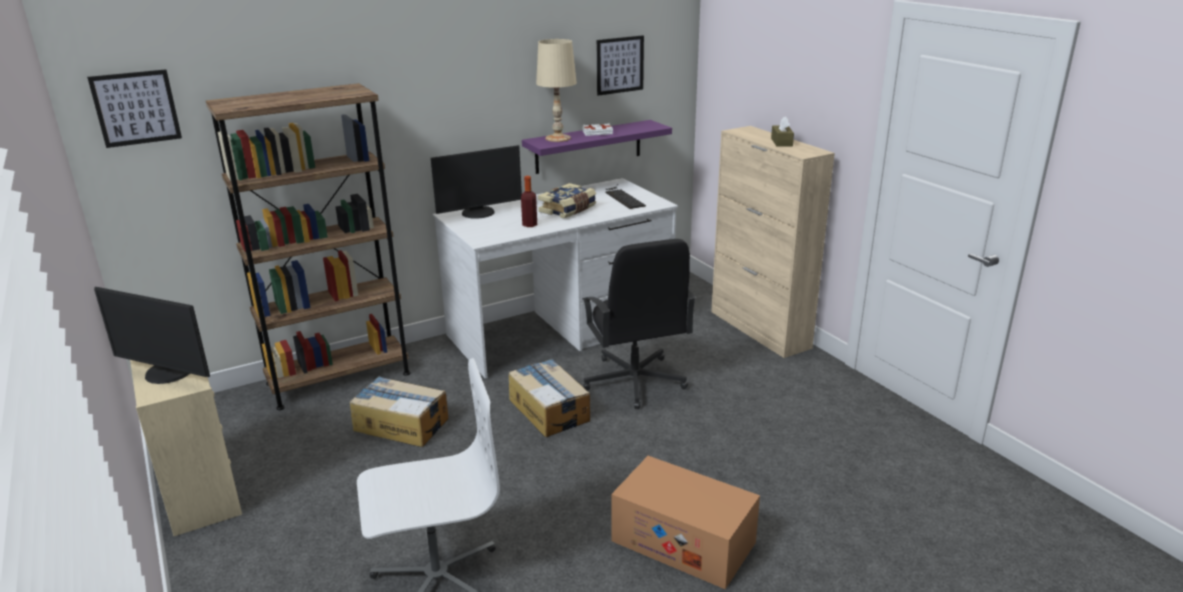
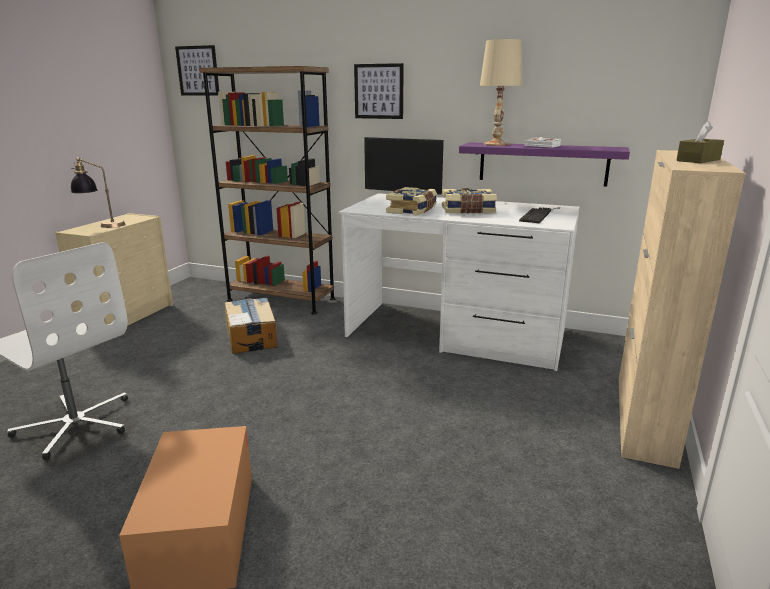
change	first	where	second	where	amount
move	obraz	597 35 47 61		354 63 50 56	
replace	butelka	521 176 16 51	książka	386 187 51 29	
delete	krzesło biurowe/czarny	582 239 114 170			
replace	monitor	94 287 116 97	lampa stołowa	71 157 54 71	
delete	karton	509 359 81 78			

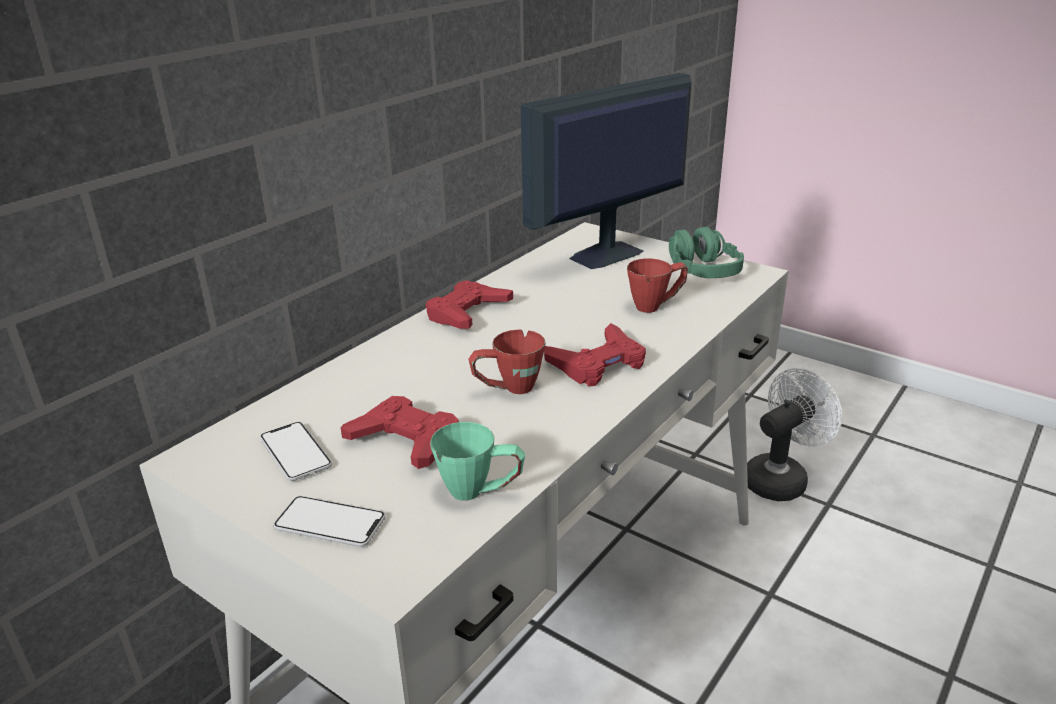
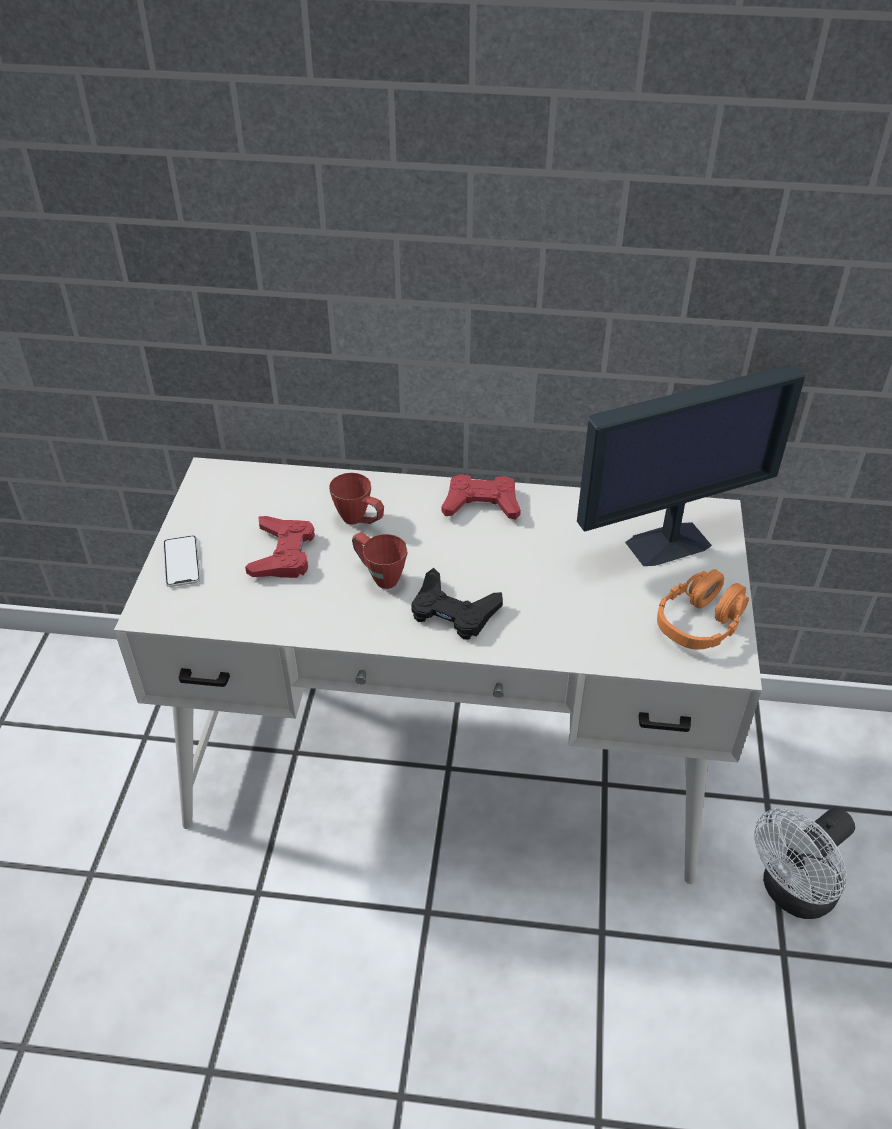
change	first	where	second	where	amount
rotate	monitor	521 73 171 196		577 366 229 200	135 degrees clockwise
recolor	słuchawki/zielony	669 227 75 51	słuchawki/pomarańczowy	657 569 92 81	
move	kubek/czerwony	627 258 61 55		329 473 55 51	
recolor	pad do gier/czerwony	544 323 102 63	pad do gier/czarny	411 568 92 72	
rotate	wentylator/biały	747 368 95 133		754 807 101 112	120 degrees clockwise
delete	telefon	260 422 72 59			
delete	kubek/zielony	430 422 95 79			

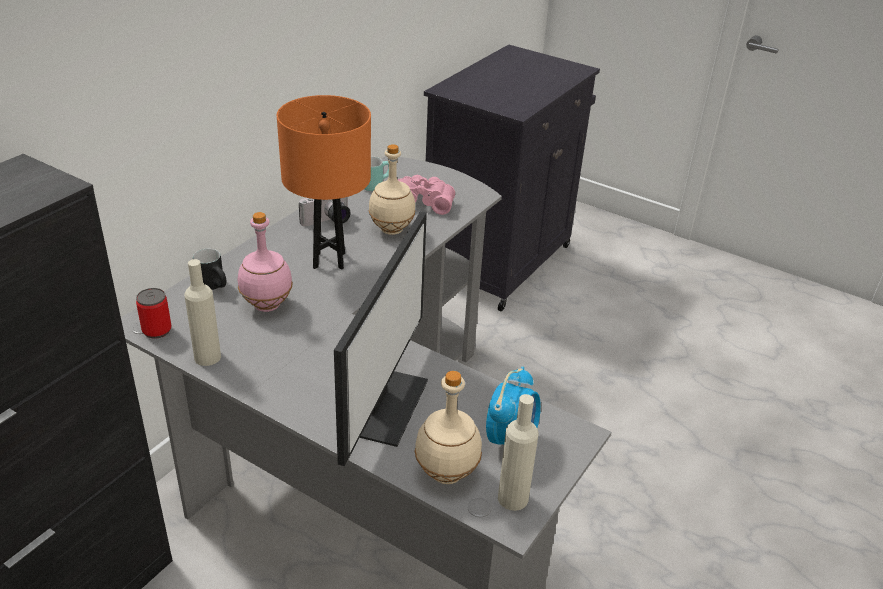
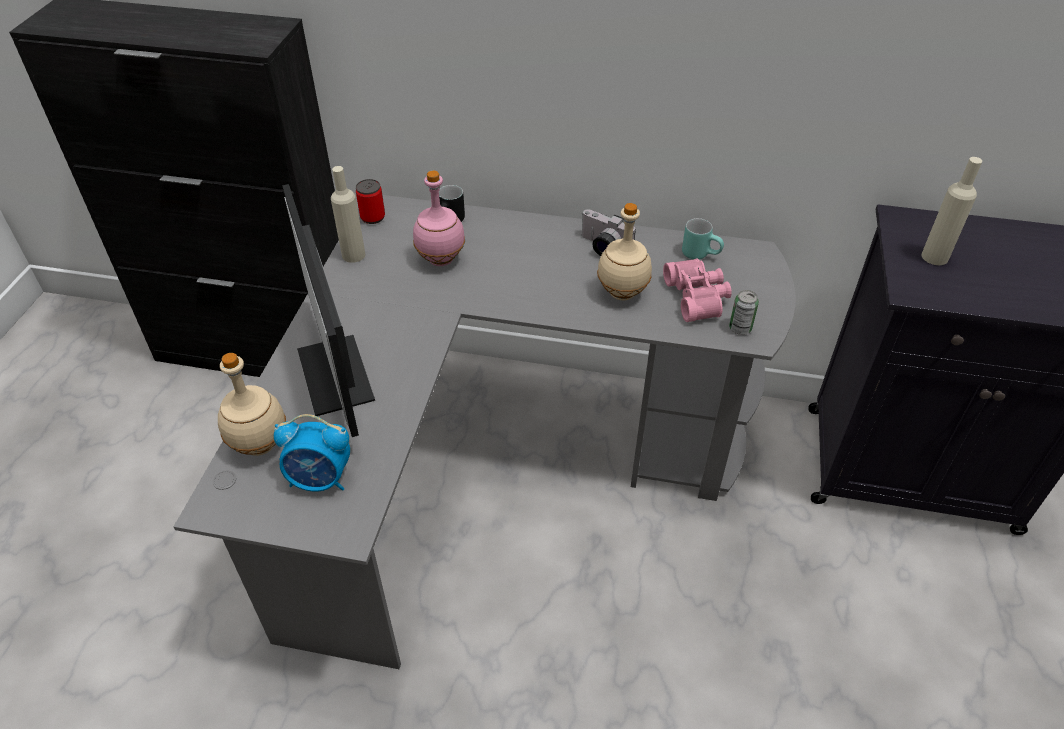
change	first	where	second	where	amount
delete	lampa stołowa/pomarańczowy	277 95 94 175			
rotate	monitor	334 211 94 255		282 184 93 253	75 degrees clockwise
move	butelka/beżowy	498 394 41 117		922 157 60 108	
insert			puszka	729 290 30 45	

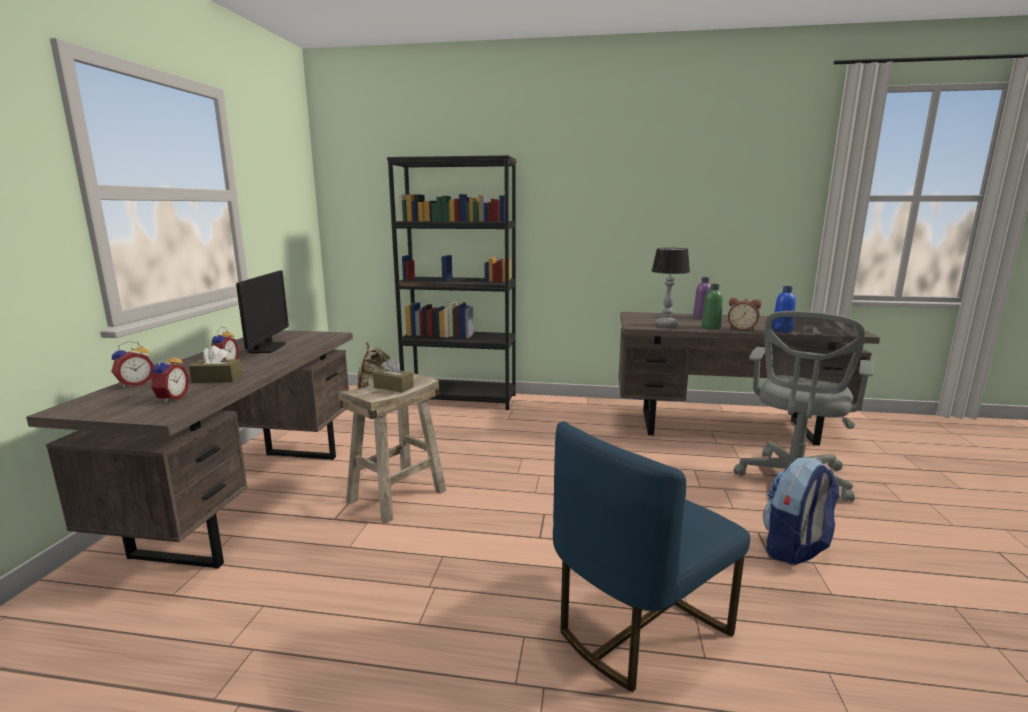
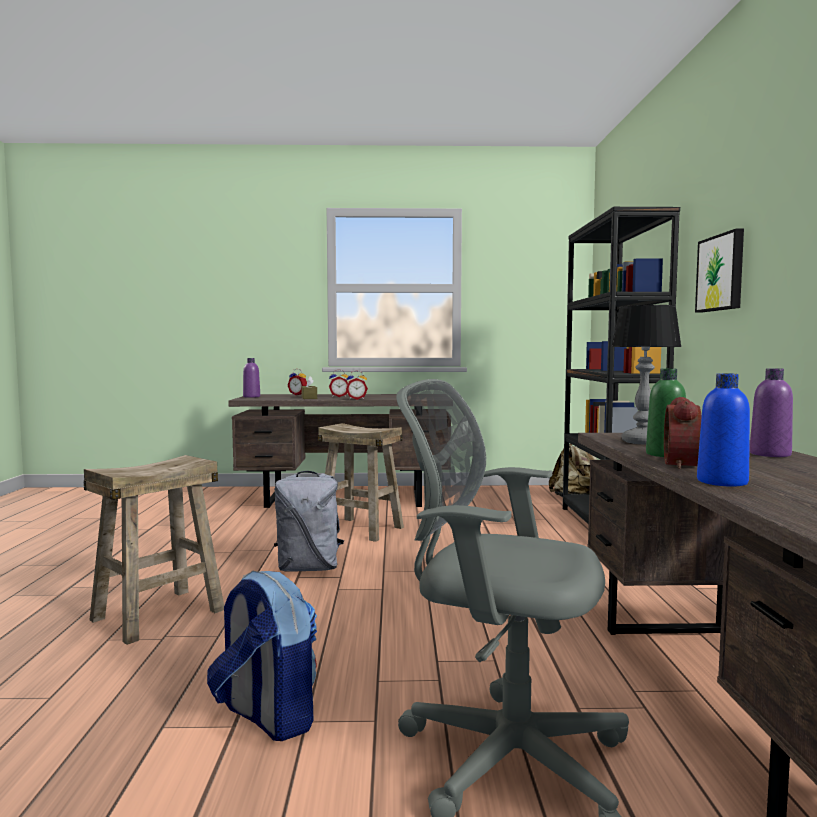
change	first	where	second	where	amount
delete	monitor	236 271 53 82			
move	budzik	149 352 40 51		346 370 22 30	
delete	pudełko chusteczek/brązowy	373 358 41 34			
replace	krzesło/niebieski	553 421 197 271	stołek/beżowy	84 455 140 190	
insert			obraz	695 229 49 83	
insert			butelka/fioletowy	243 358 17 40	
insert			plecak/szary	274 471 70 101	

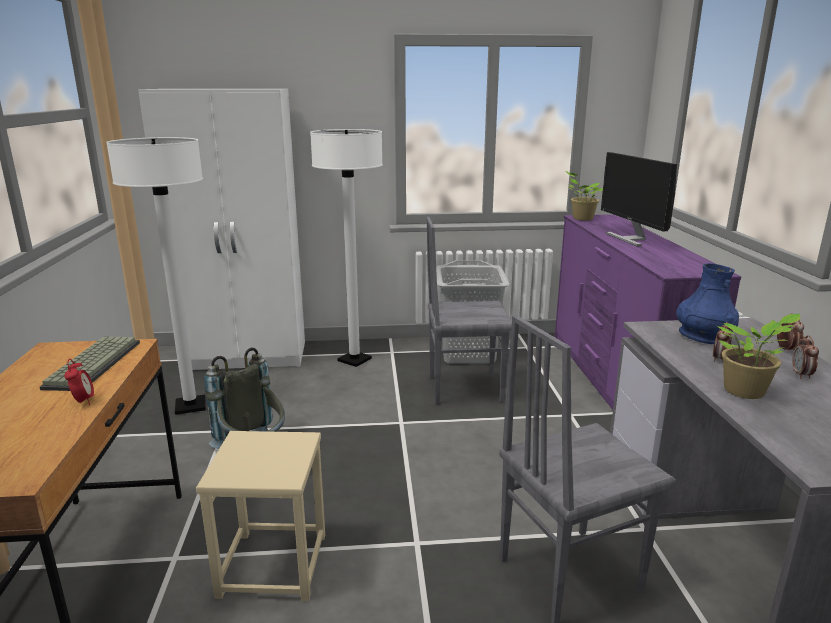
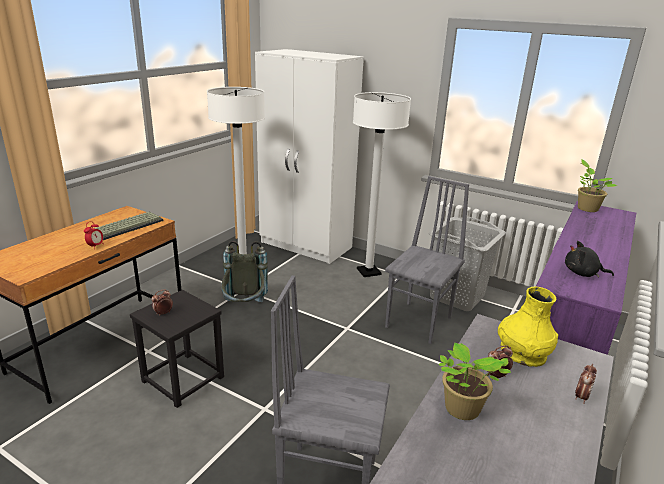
change	first	where	second	where	amount
delete	monitor	601 152 76 94			
rotate	krzesło/szary	427 217 85 187		385 176 84 168	90 degrees clockwise
recolor	wazon/niebieski	676 263 63 81	wazon/żółty	498 287 60 80	
move	budzik	793 335 26 44		151 289 22 27	
recolor	stołek/beżowy	196 431 129 170	stołek/czarny	130 290 94 118	
insert			pluszak/czarny	565 241 49 37	

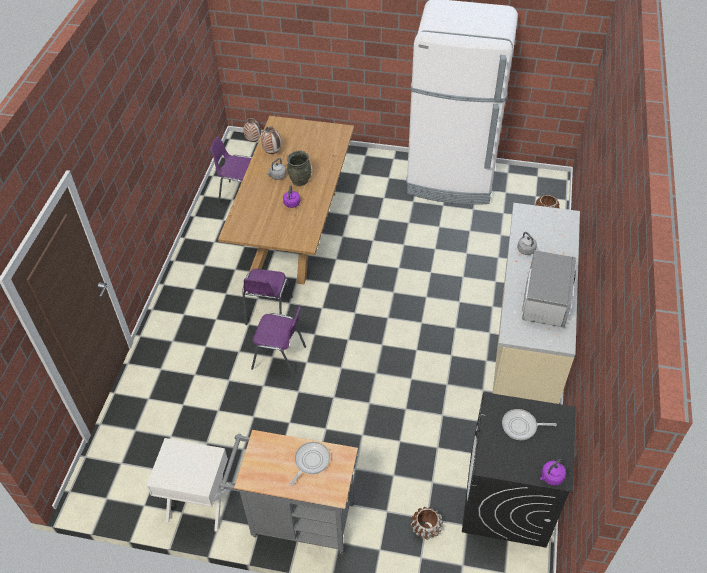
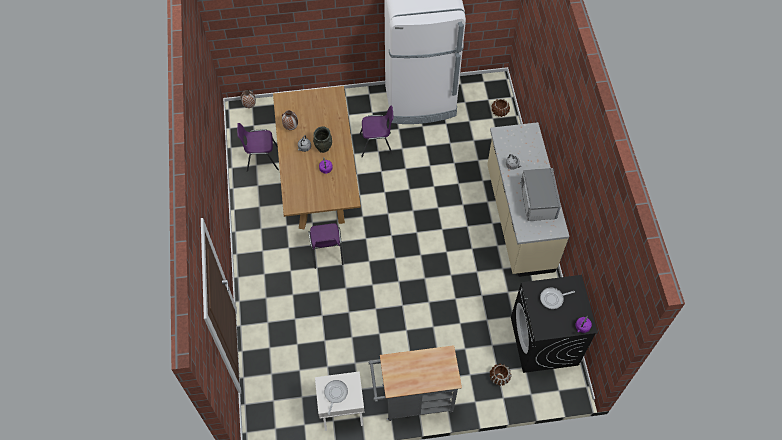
change	first	where	second	where	amount
move	krzesło/fioletowy	251 306 55 71		360 106 34 51	
move	patelnia	289 442 41 44		324 380 24 35	

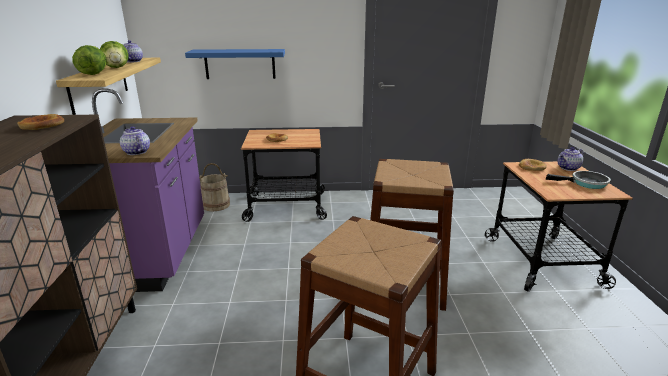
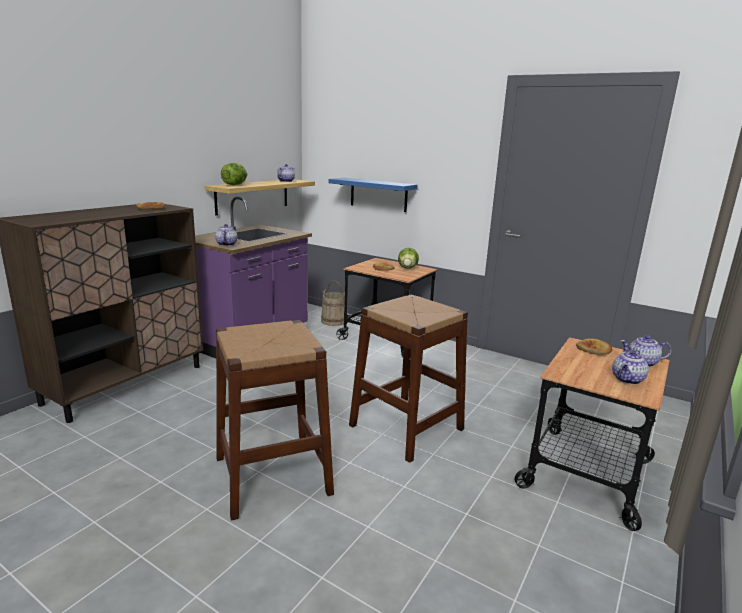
change	first	where	second	where	amount
move	sałata	100 41 28 27		398 248 21 21	
replace	patelnia	546 171 65 18	imbryk	612 350 37 34	

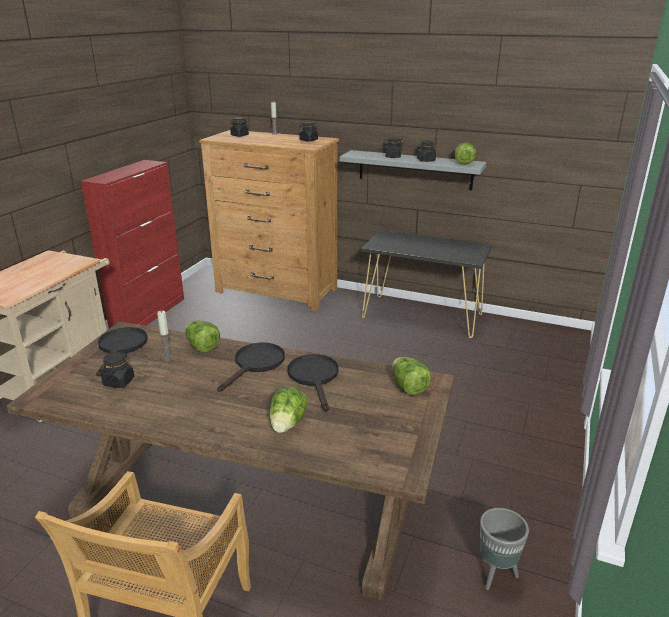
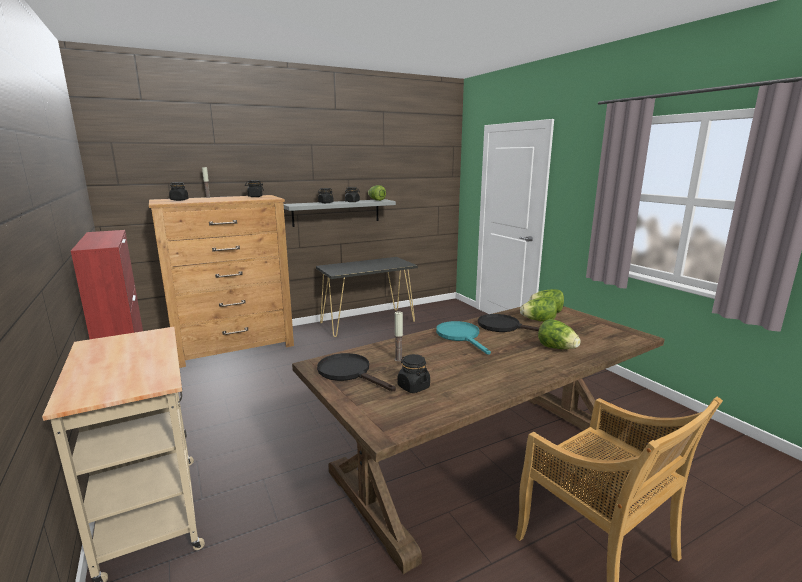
change	first	where	second	where	amount
move	sałata	185 320 35 33		520 297 37 25	
recolor	patelnia/czarny	217 343 68 49	patelnia/turkusowy	436 321 55 34	
delete	donica/szary	480 508 49 82			

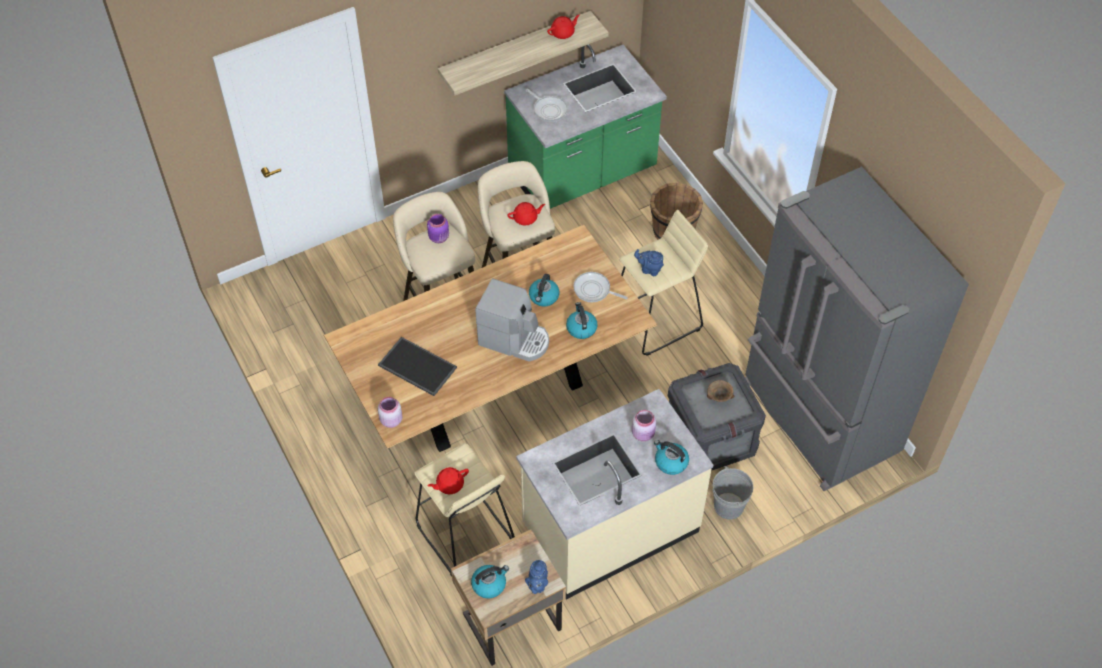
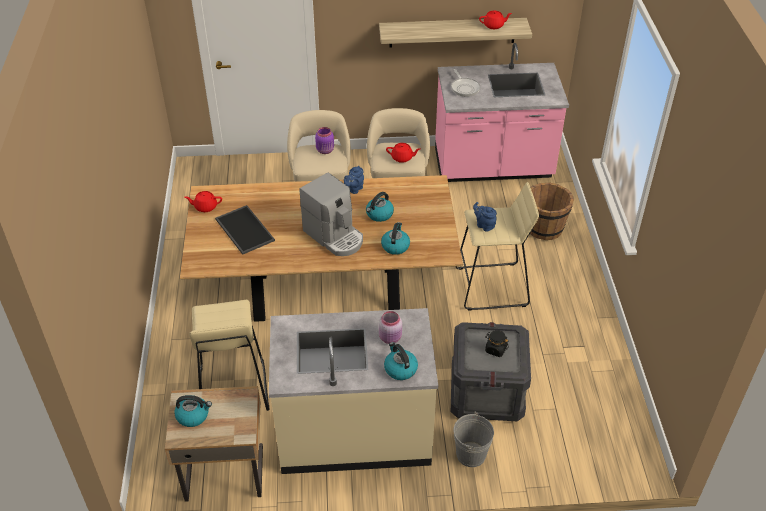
change	first	where	second	where	amount
recolor	zabudowa kuchenna/zielony	504 44 163 165	zabudowa kuchenna/różowy	435 43 134 139	
delete	lodówka/szary	745 167 224 324			
delete	patelnia	574 272 54 30			
replace	miska/brązowy	707 380 27 22	słoik/czarny	485 330 24 27	
delete	słoik/różowy	378 397 24 31			
move	imbryk/czerwony	428 467 41 27		185 191 37 21	
move	imbryk/niebieski	525 560 23 34		344 166 20 28	

